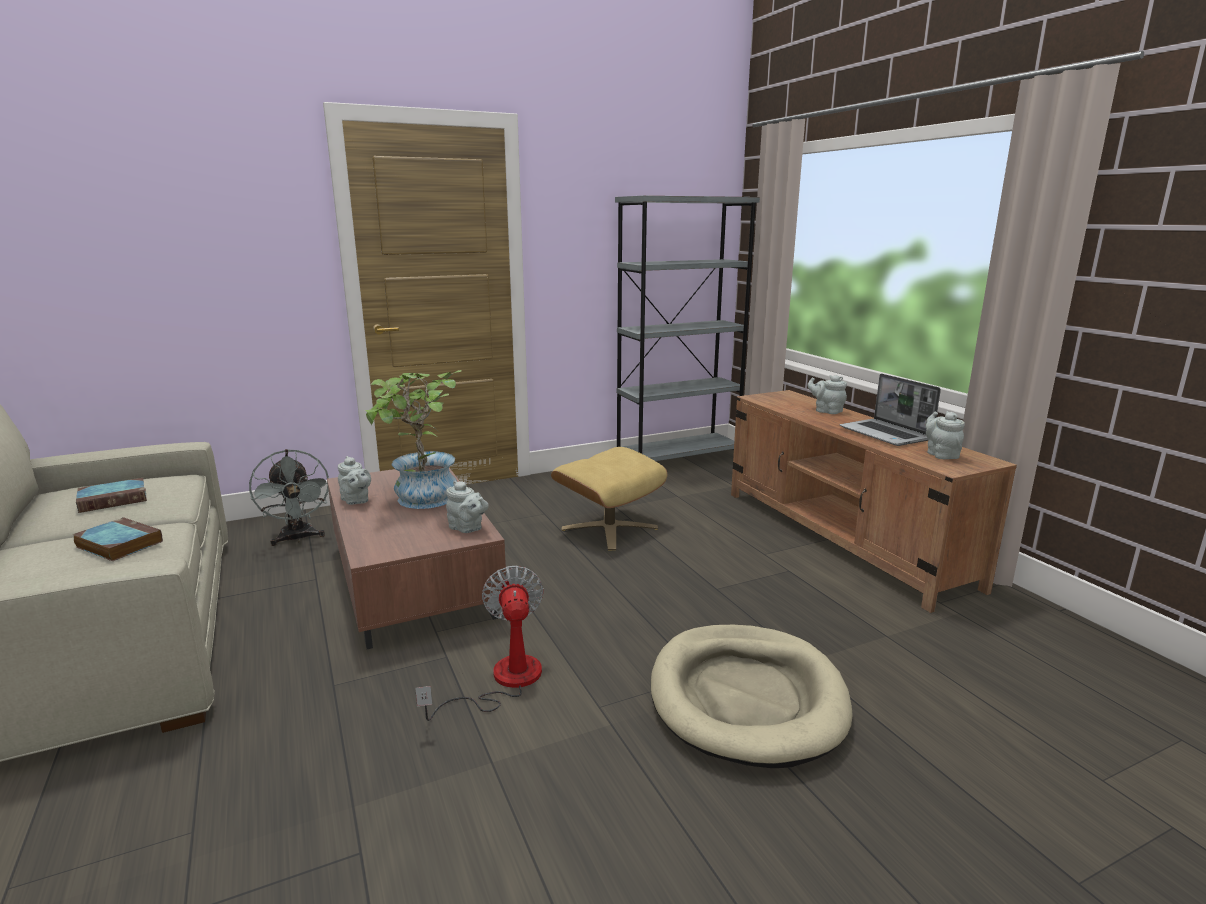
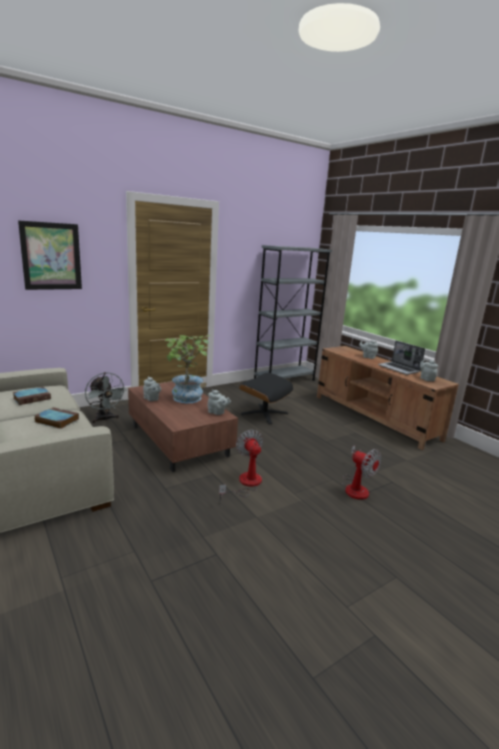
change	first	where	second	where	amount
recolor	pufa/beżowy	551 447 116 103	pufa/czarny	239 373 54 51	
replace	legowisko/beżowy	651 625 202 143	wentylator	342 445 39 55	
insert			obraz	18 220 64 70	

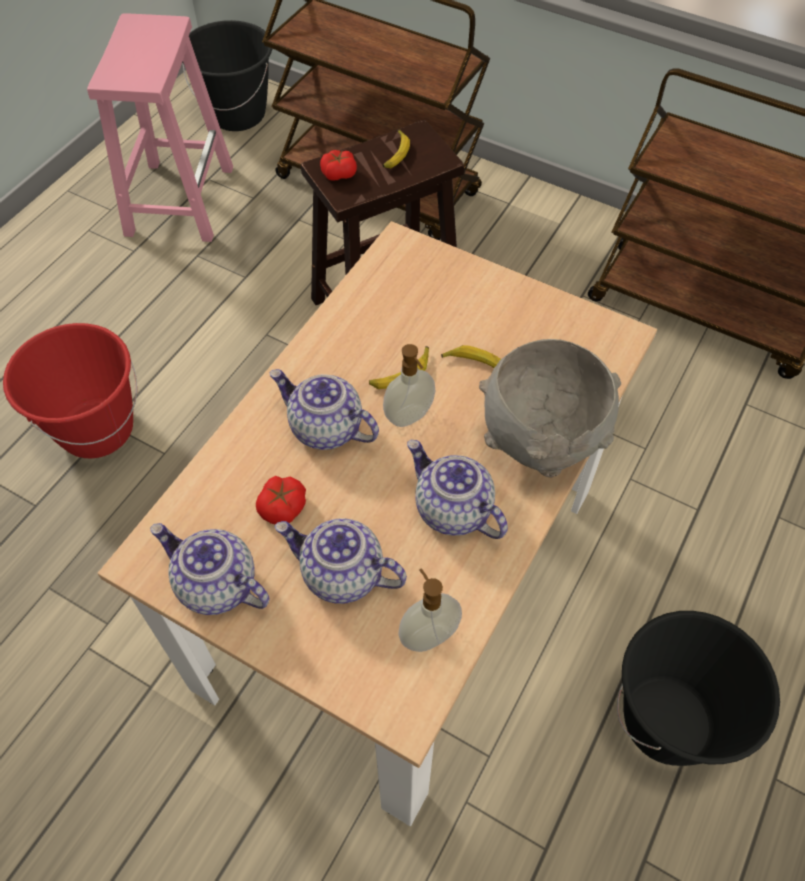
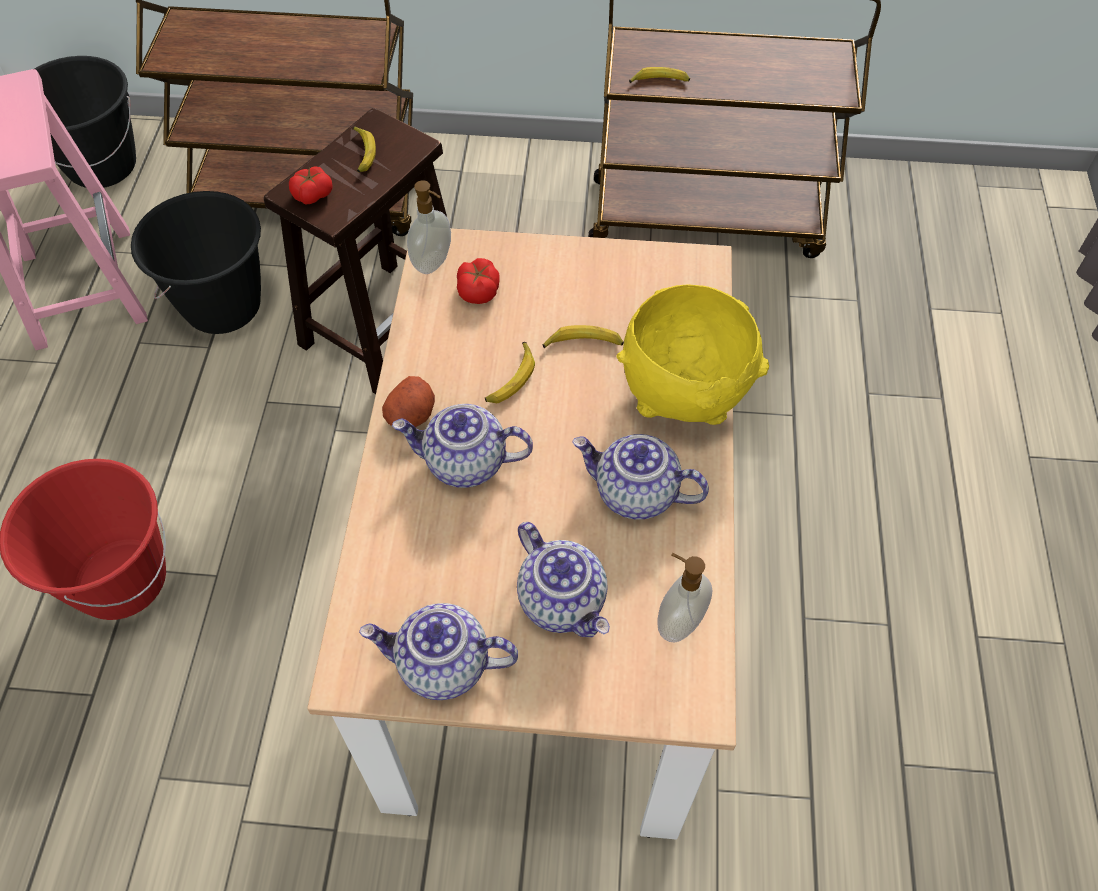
change	first	where	second	where	amount
recolor	miska/szary	479 339 142 139	miska/żółty	616 284 153 141	
move	dozownik mydła	383 344 52 83		407 180 44 94	
move	pomidor	256 476 50 49		457 258 43 46	
rotate	imbryk	274 518 133 86		517 522 93 116	120 degrees counterclockwise
move	wiadro/czarny	617 611 163 155		131 191 130 143	
insert			banan	629 67 61 16	
insert			ziemniak	382 376 53 51	

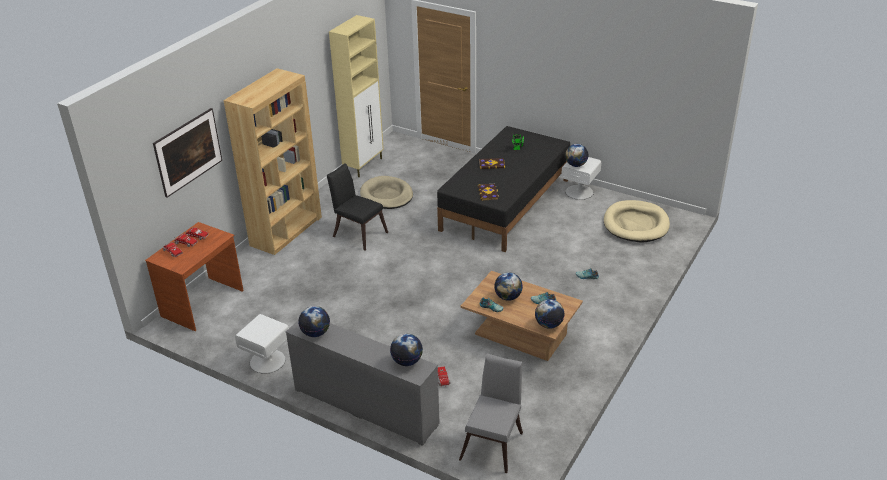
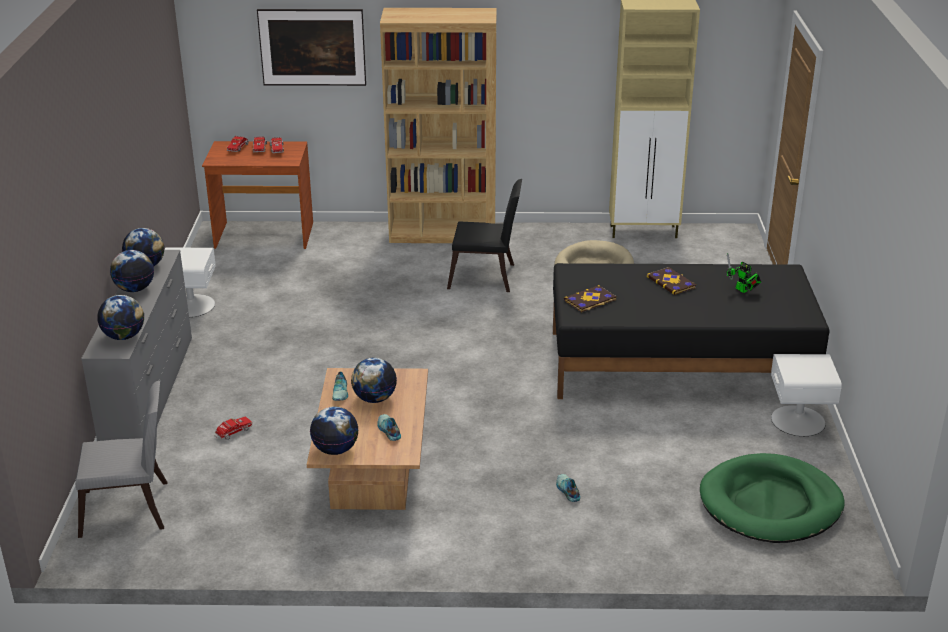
change	first	where	second	where	amount
move	globus	565 144 24 23		110 250 44 42	
rotate	krzesło/czarny	327 163 61 88		447 179 75 113	90 degrees clockwise
recolor	legowisko/beżowy	604 200 66 43	legowisko/zielony	700 453 145 90	

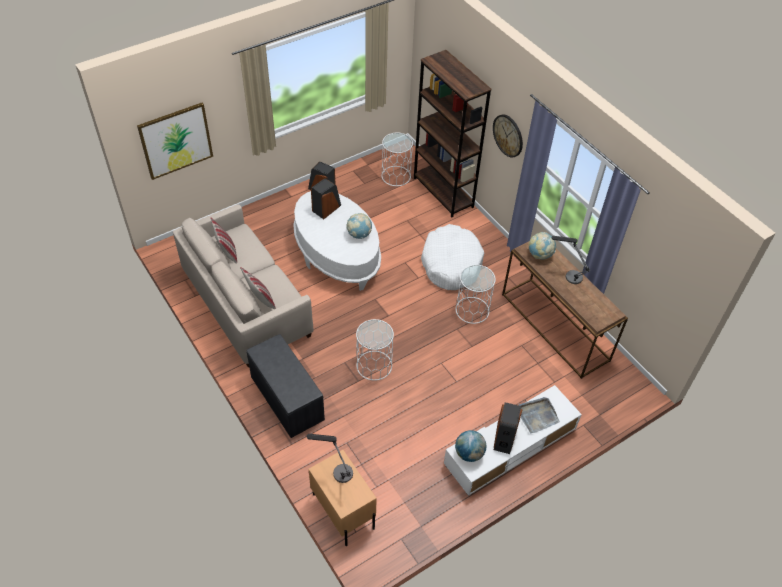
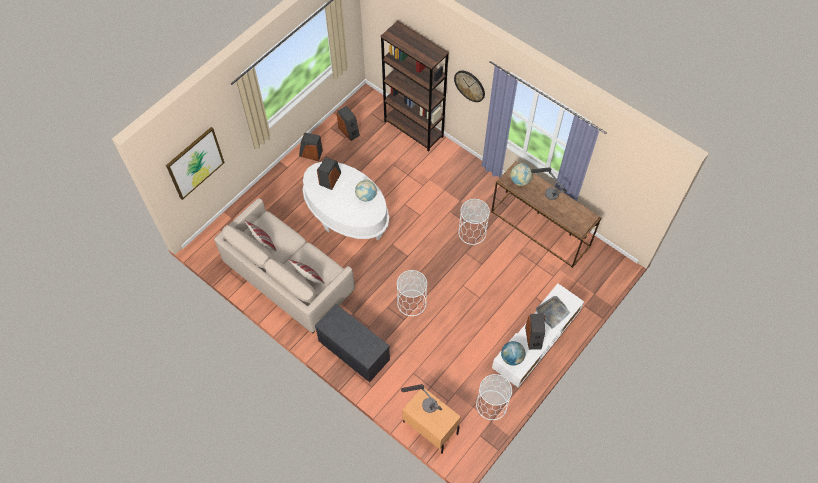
change	first	where	second	where	amount
move	stolik/biały	381 133 32 53		476 374 36 46	
delete	legowisko/biały	421 224 63 66			
insert			głośnik	337 106 23 35	

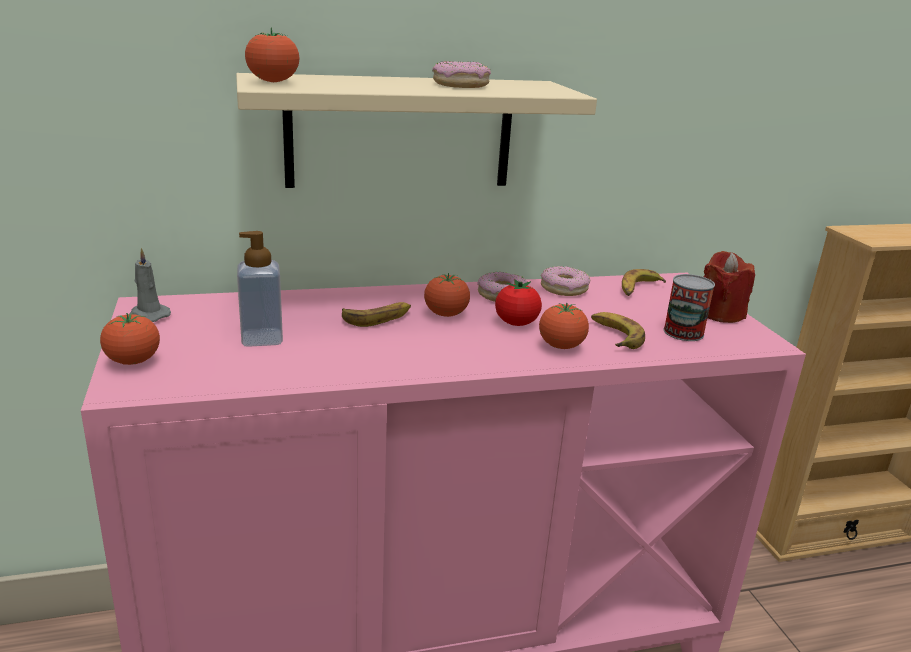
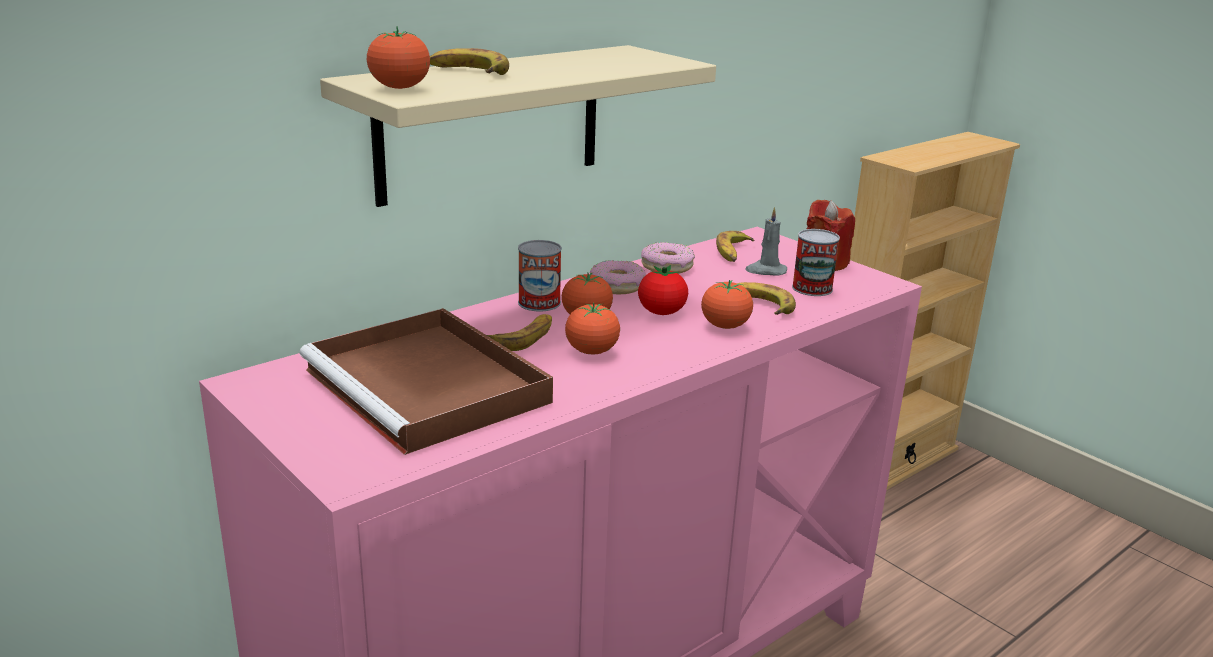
change	first	where	second	where	amount
delete	donut	432 61 59 27			
replace	dozownik mydła	237 231 46 116	taca/brązowy	300 308 253 147	
move	świeca/szary	129 248 42 74		745 207 42 69	
move	pomidor	100 313 60 52		565 303 55 51	
insert			banan	430 48 79 27	
insert			puszka	518 240 44 72	

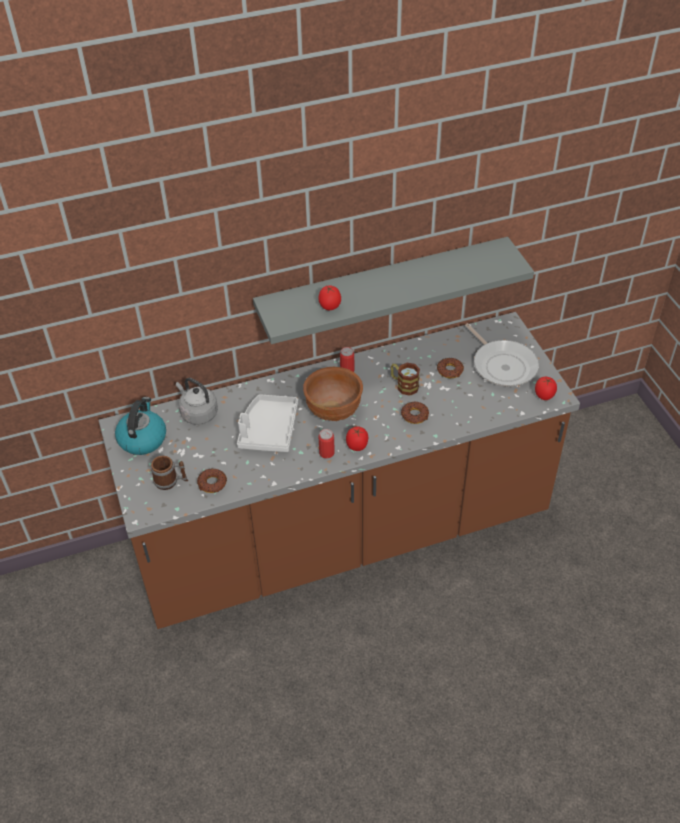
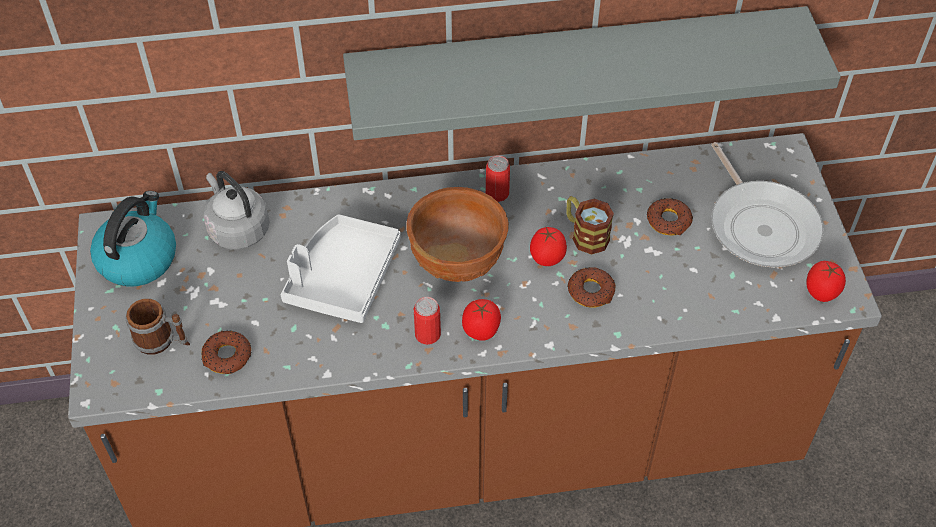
change	first	where	second	where	amount
move	pomidor	318 285 23 25		530 227 37 39	

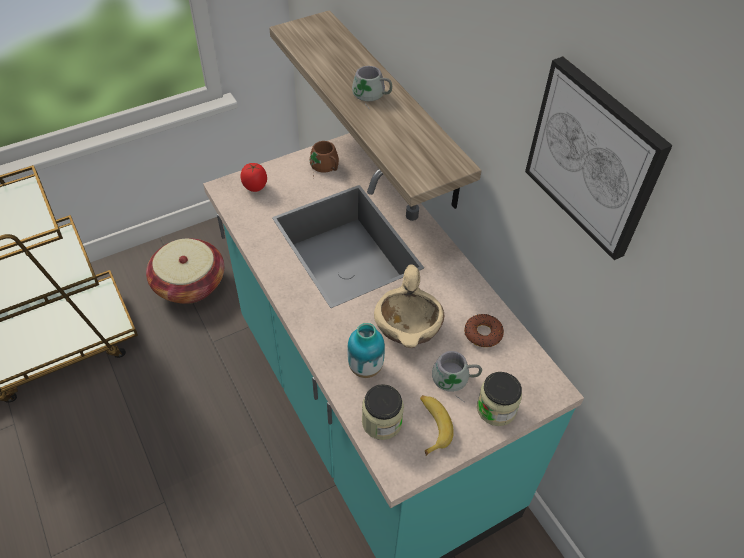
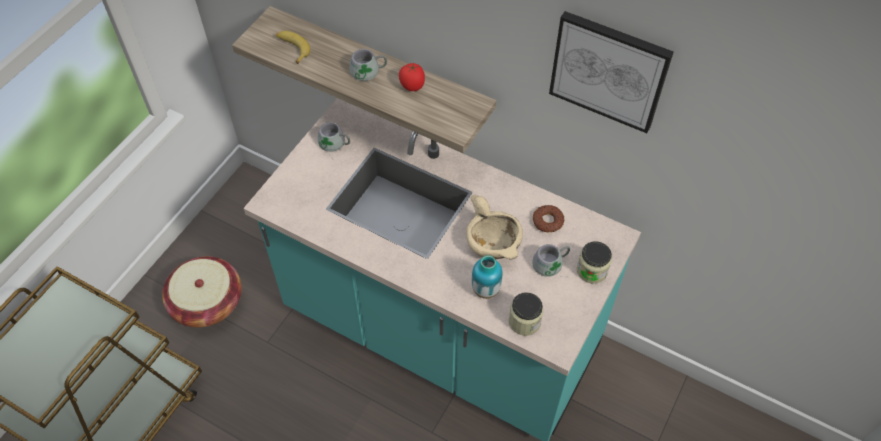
change	first	where	second	where	amount
recolor	kubek/brązowy	310 141 29 38	kubek/szary	318 122 32 37	
move	pomidor	241 163 26 29		399 63 26 28	
move	banan	420 395 34 61		276 31 34 33	

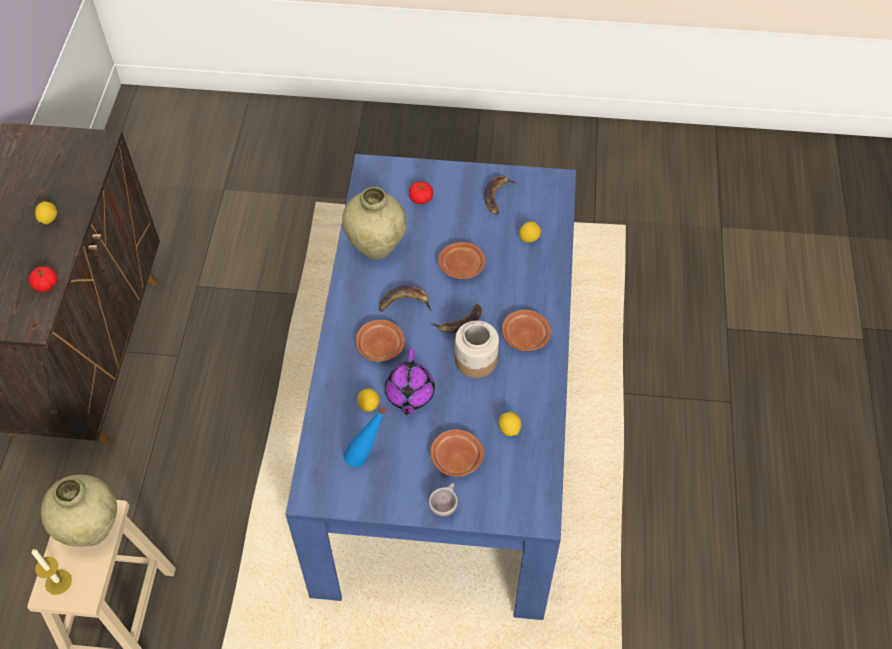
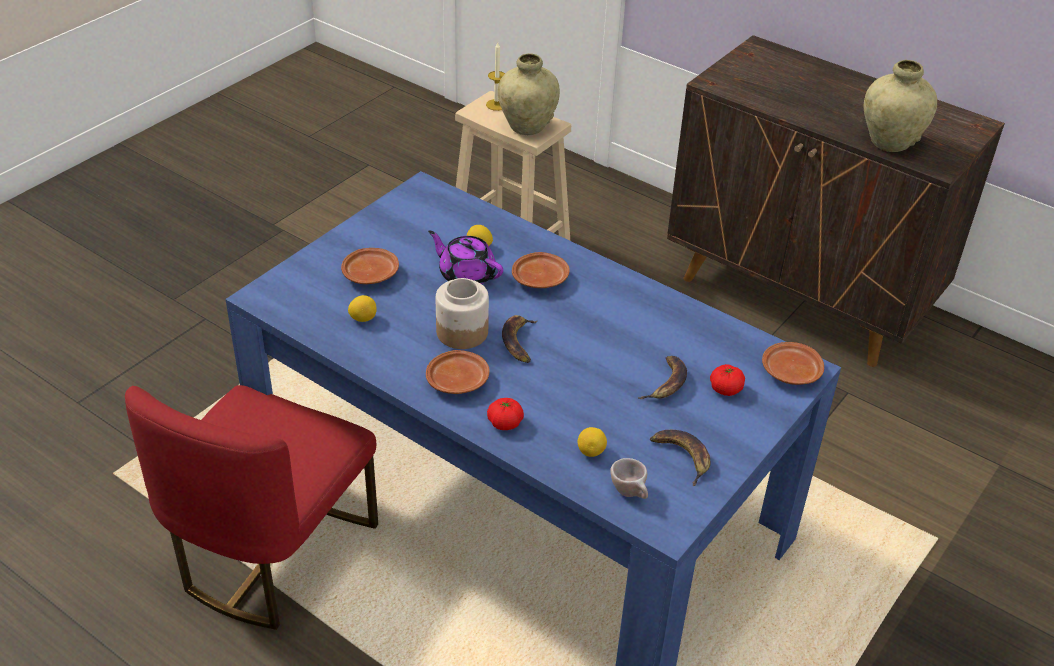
change	first	where	second	where	amount
move	wazon/beżowy	342 187 65 73		864 60 73 92	
delete	cytryna	35 201 22 23			
move	talerz/brązowy	438 242 48 37		762 342 62 43	
move	pomidor	29 266 29 26		487 398 37 32	
move	banan	379 286 53 26		638 356 49 43	
delete	butelka/niebieski	344 407 42 60			
move	filiżanka/beżowy	429 483 29 33		610 458 38 41	
insert			krzesło/czerwony	125 385 253 245	

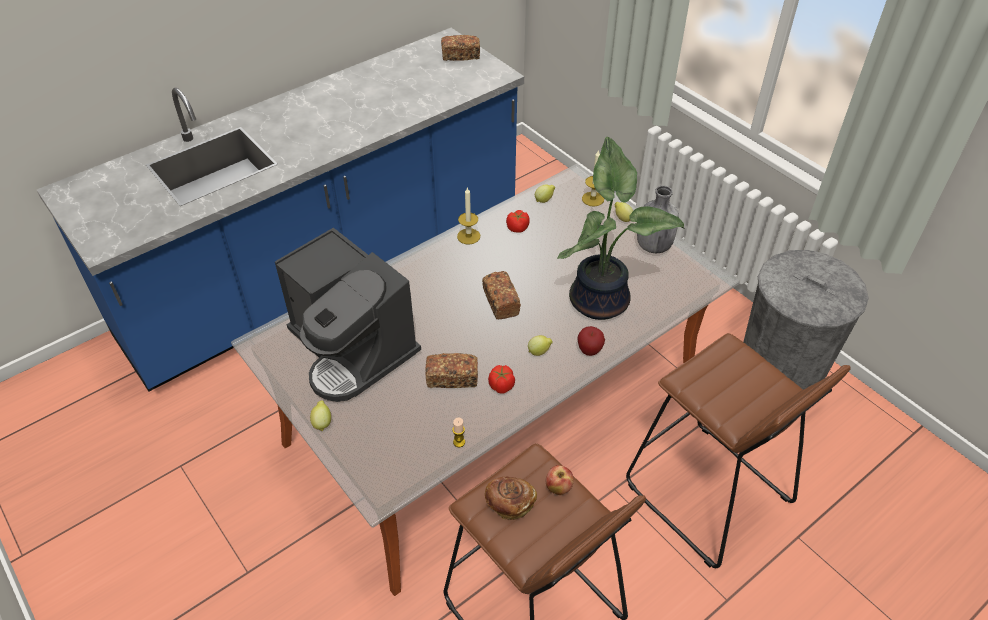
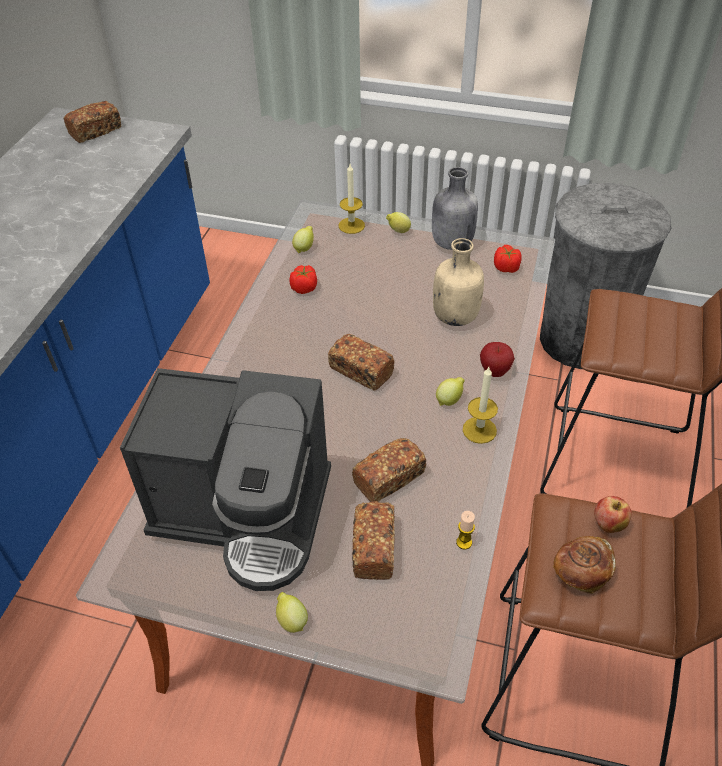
change	first	where	second	where	amount
replace	roślina doniczkowa	557 137 127 183	butelka/beżowy	433 238 51 88	
move	świeca	457 187 23 57		463 367 35 77	
move	pomidor	488 365 27 29		494 245 28 28	
insert			chleb	352 501 43 79	

